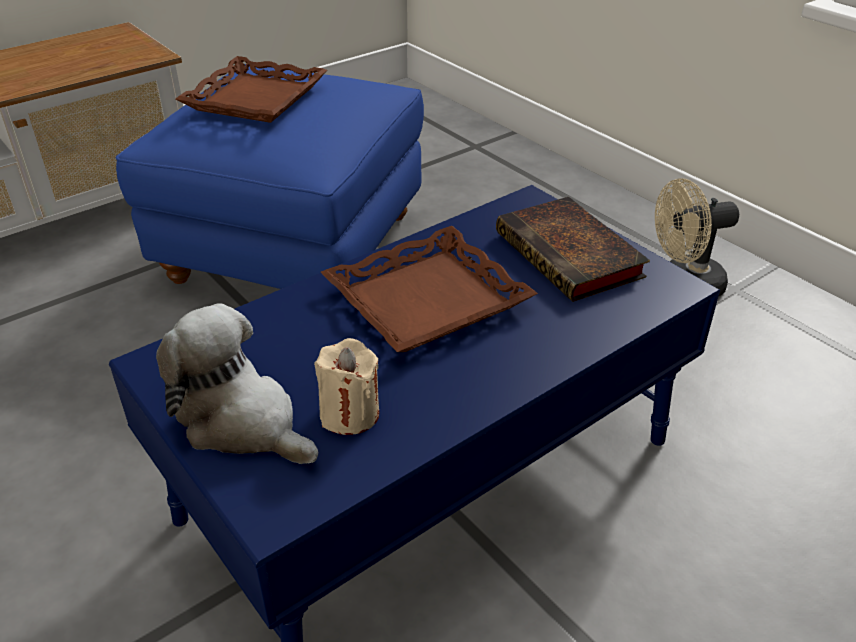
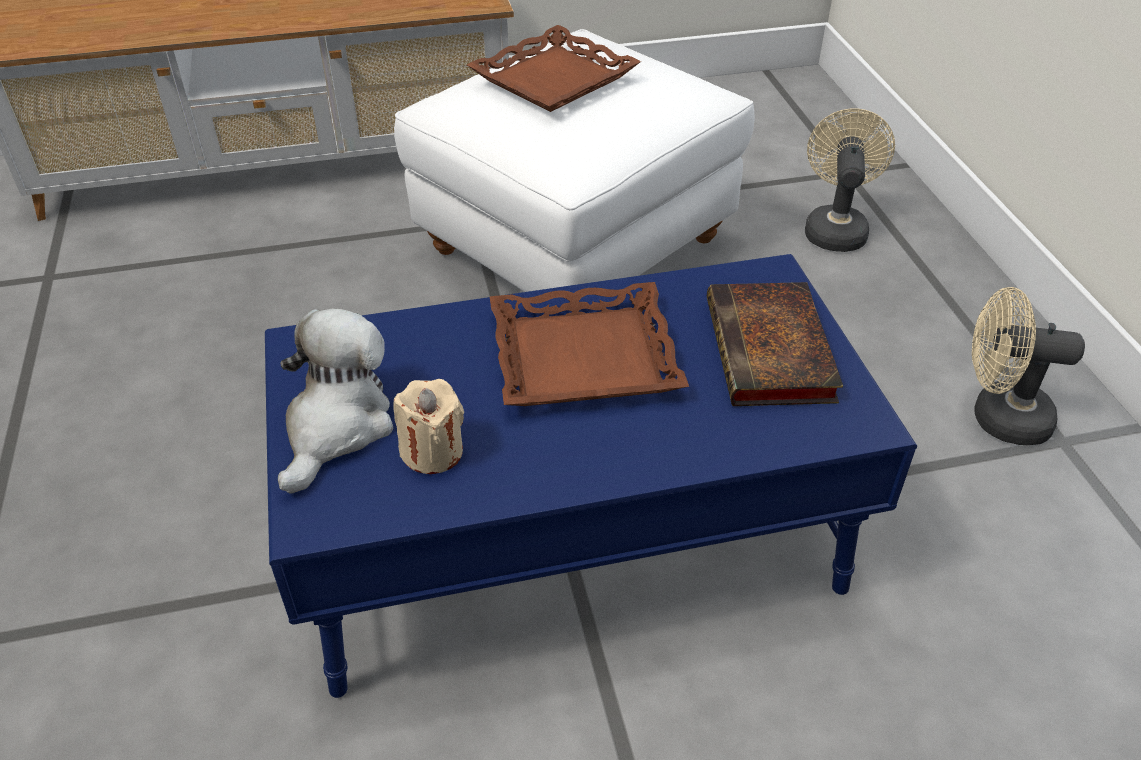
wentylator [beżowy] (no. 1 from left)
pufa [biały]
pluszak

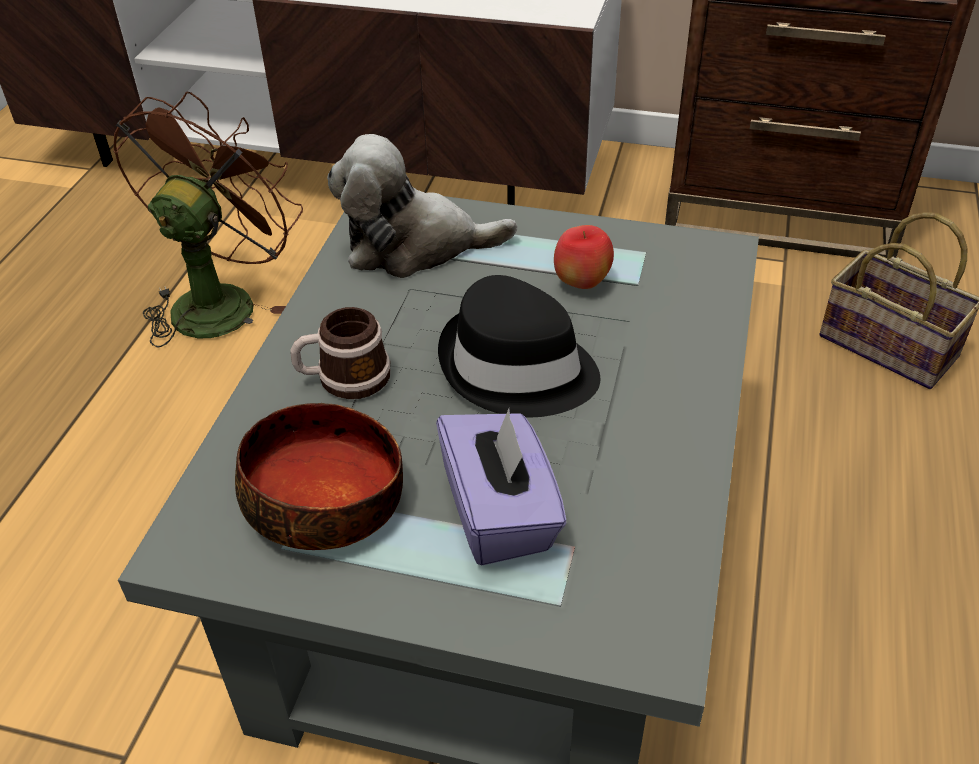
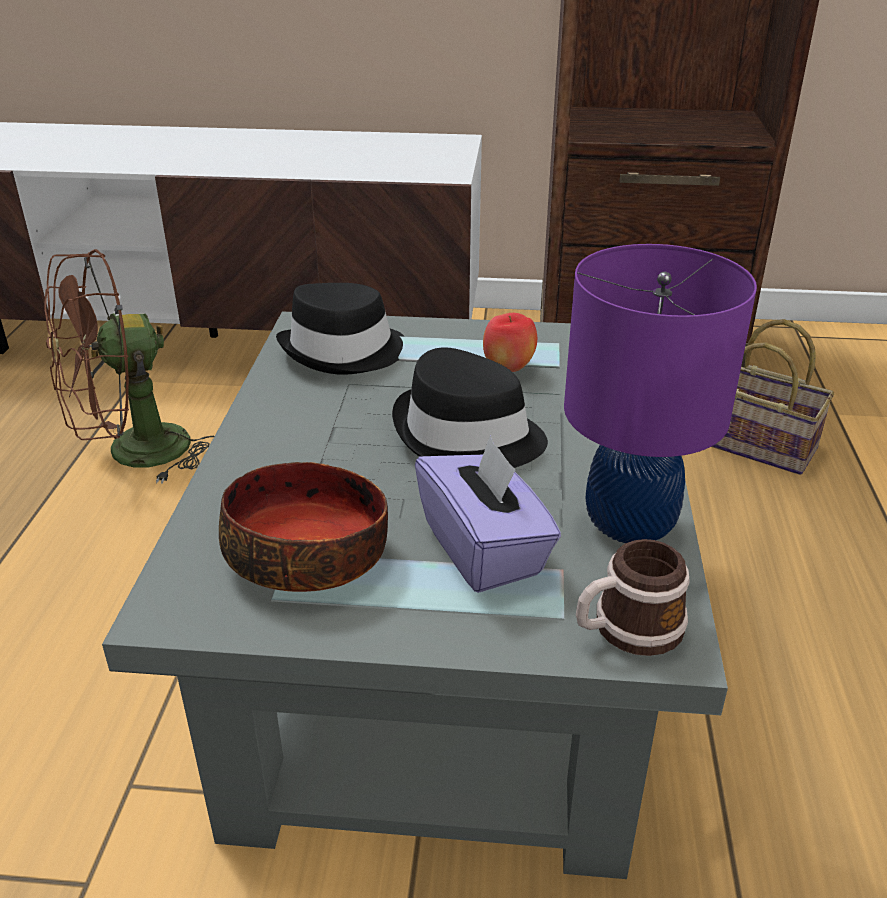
lampa stołowa [fioletowy]
kubek
kapelusz [czarny] (no. 1 from left)
wentylator [brązowy]

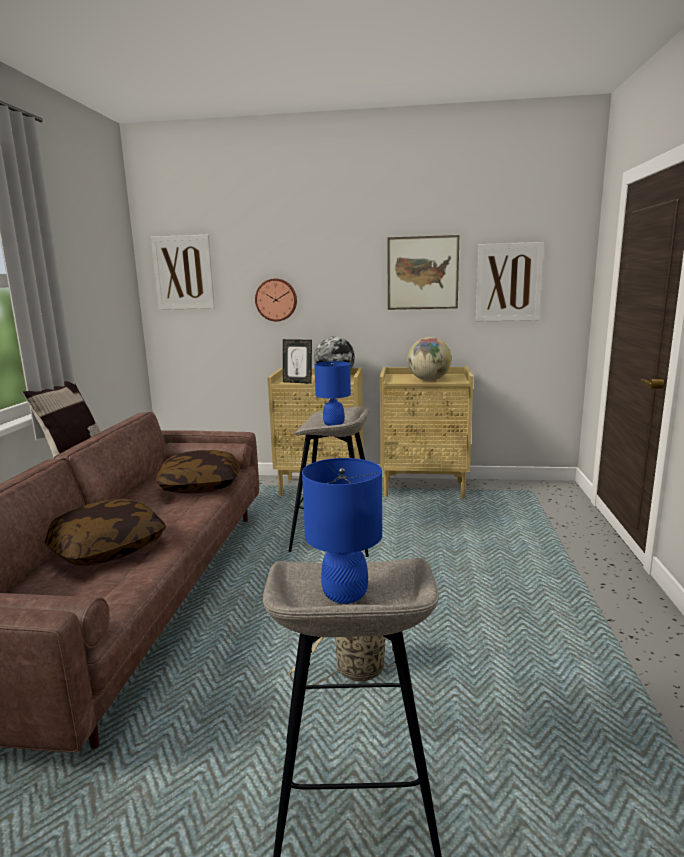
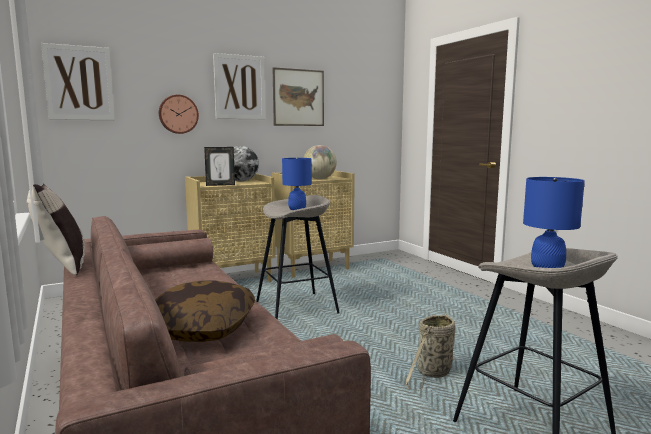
poduszka (no. 3 from left in the first image)
obraz (no. 2 from left)

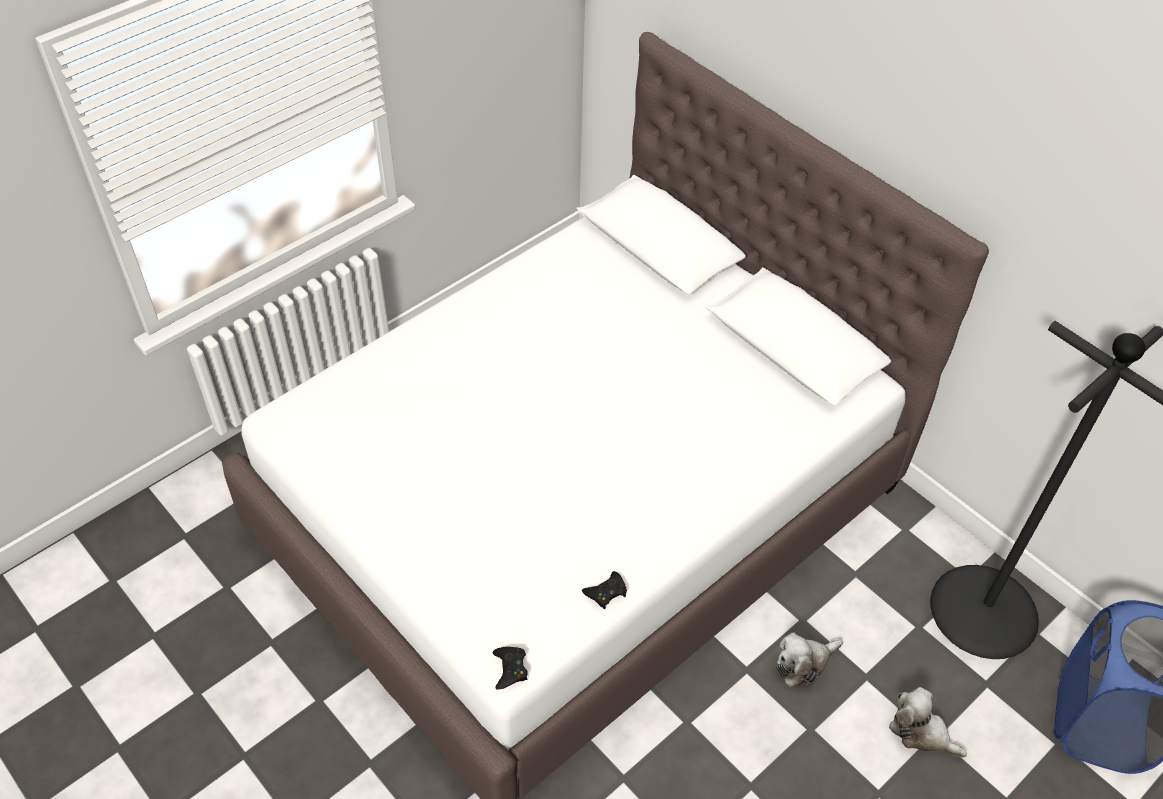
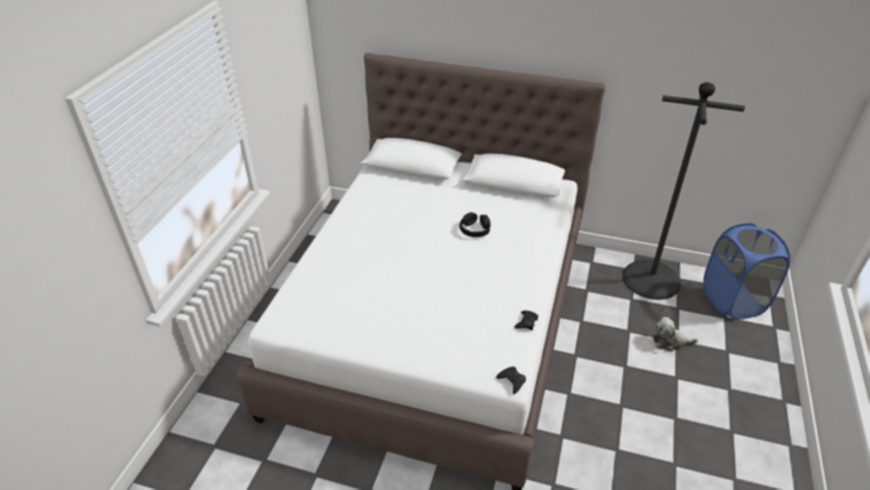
pluszak (no. 1 from left in the first image)
słuchawki [czarny]

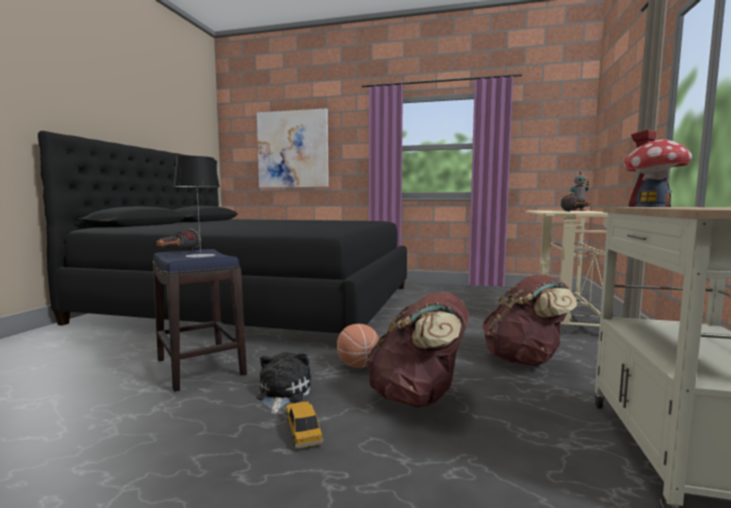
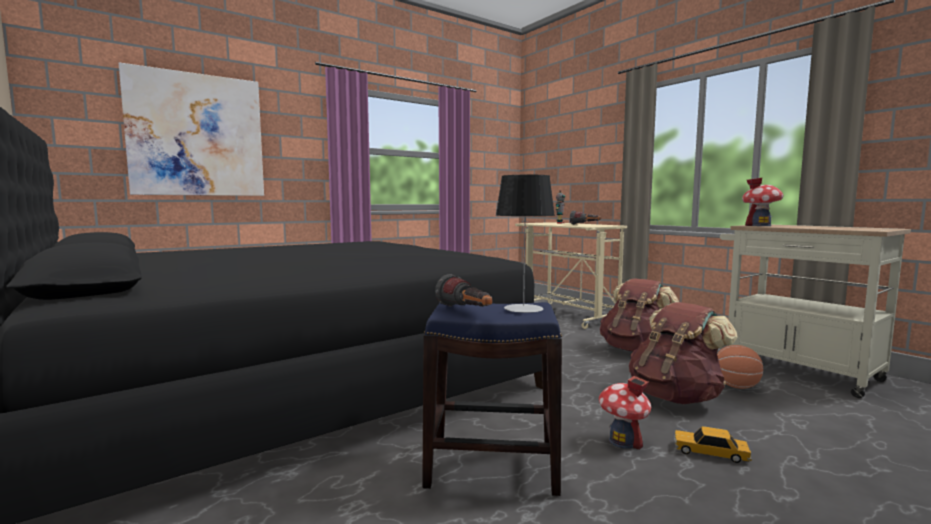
piłka do koszykówki
domek (no. 1 from left)

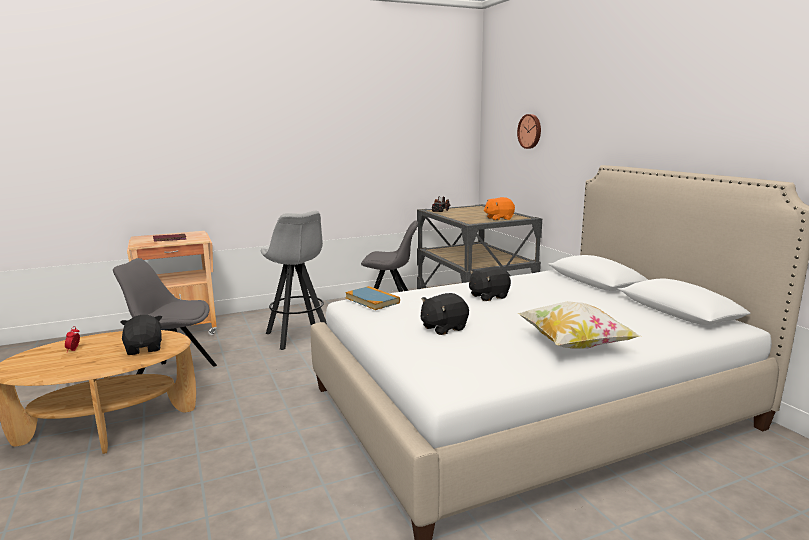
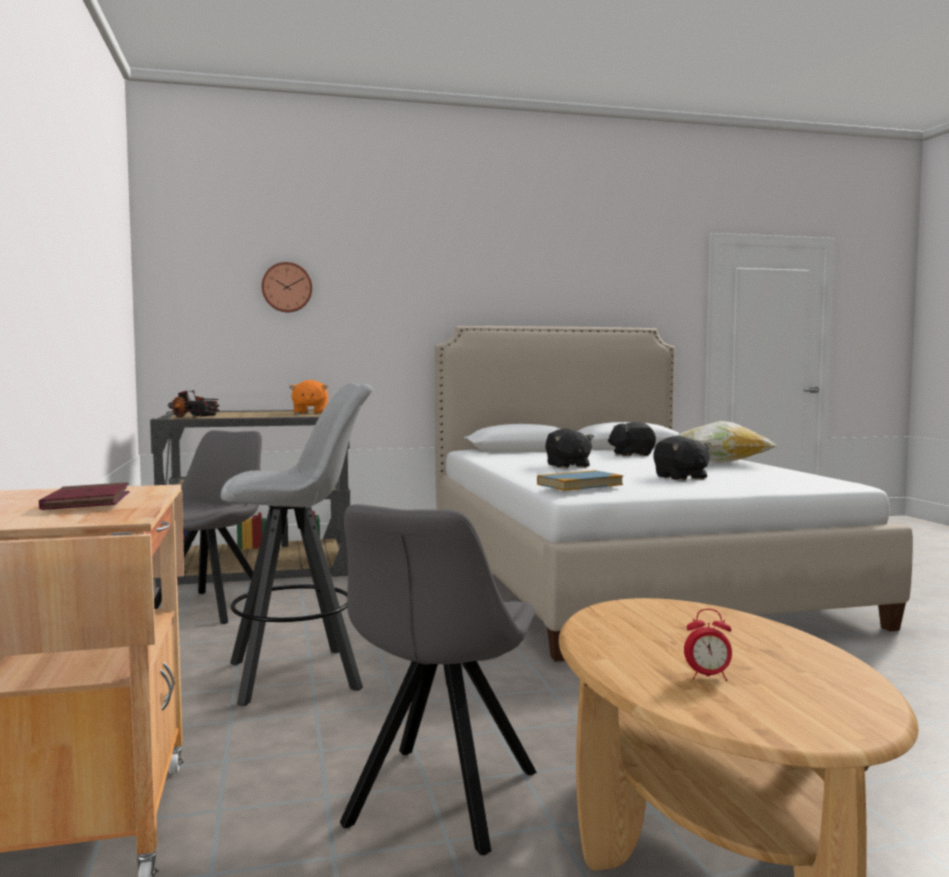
pluszak [czarny] (no. 2 from left)

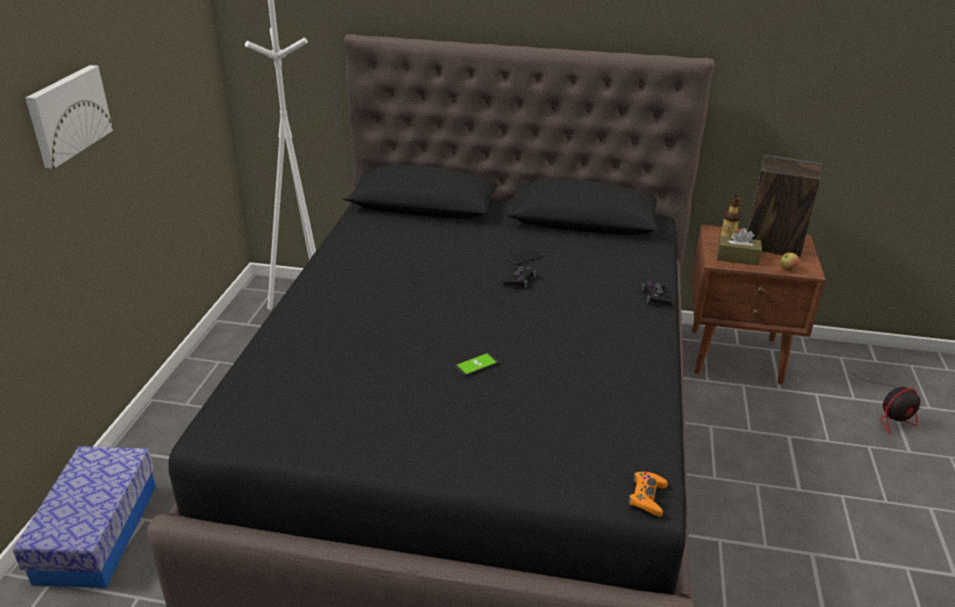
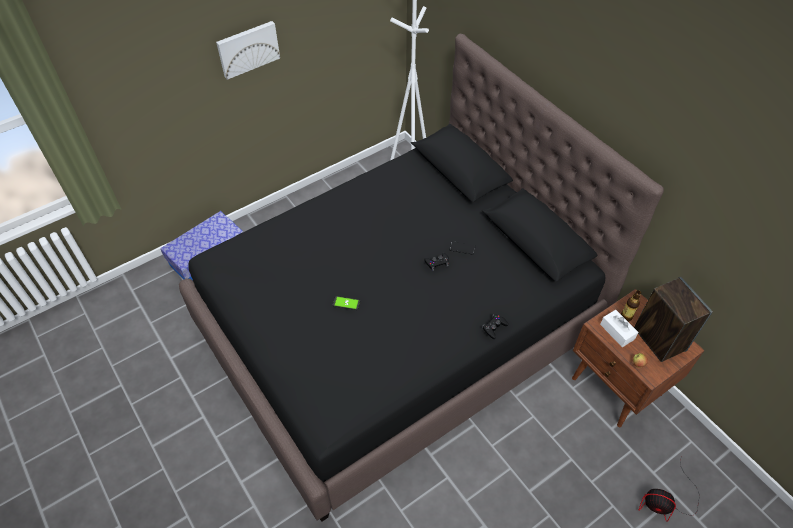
pad do gier [pomarańczowy]
pudełko chusteczek [biały]

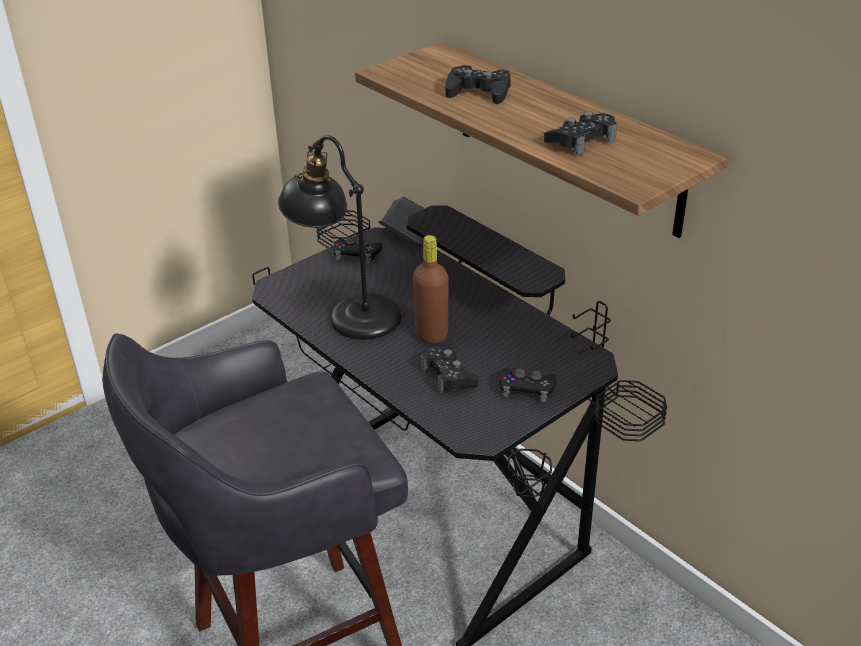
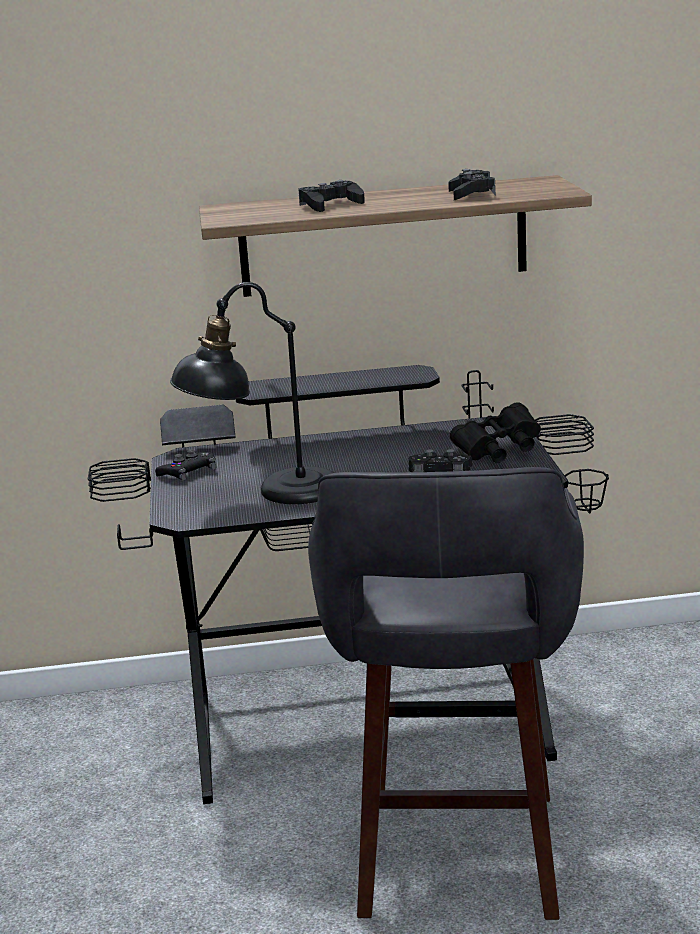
butelka [brązowy]
lornetka [czarny]

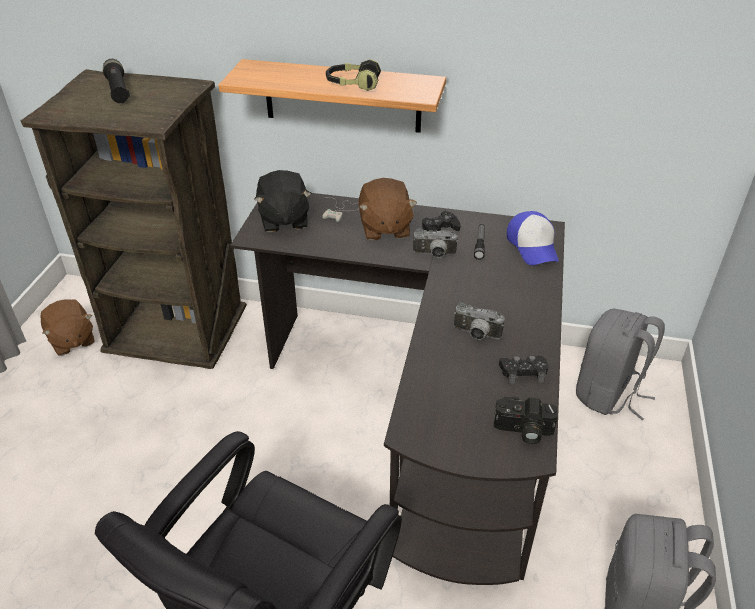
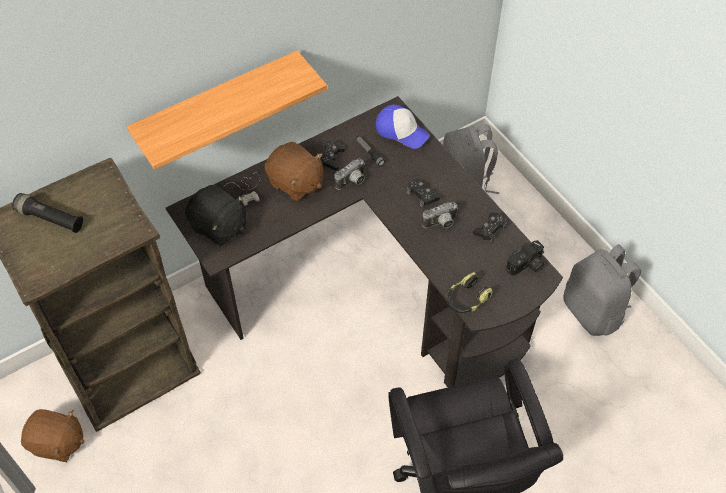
pad do gier [czarny] (no. 2 from left)
słuchawki

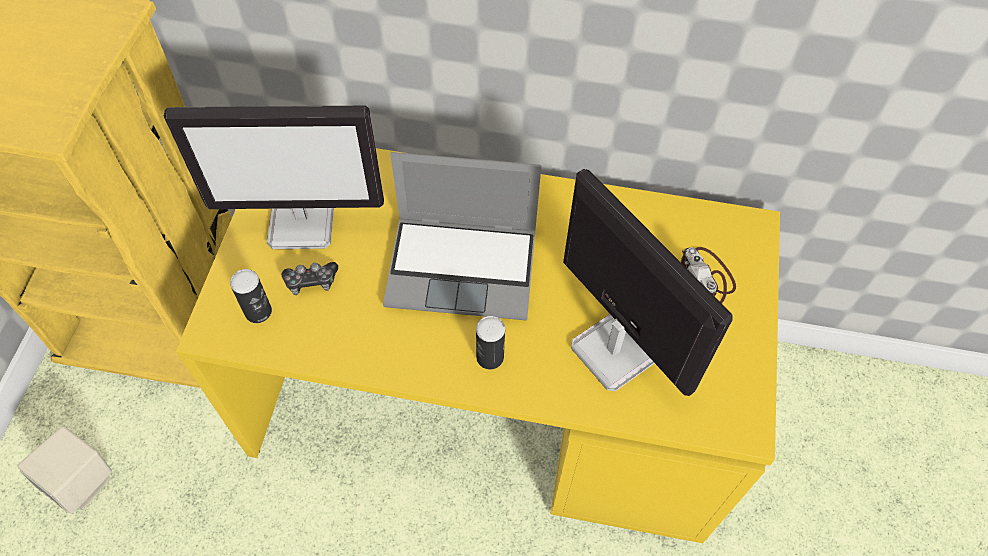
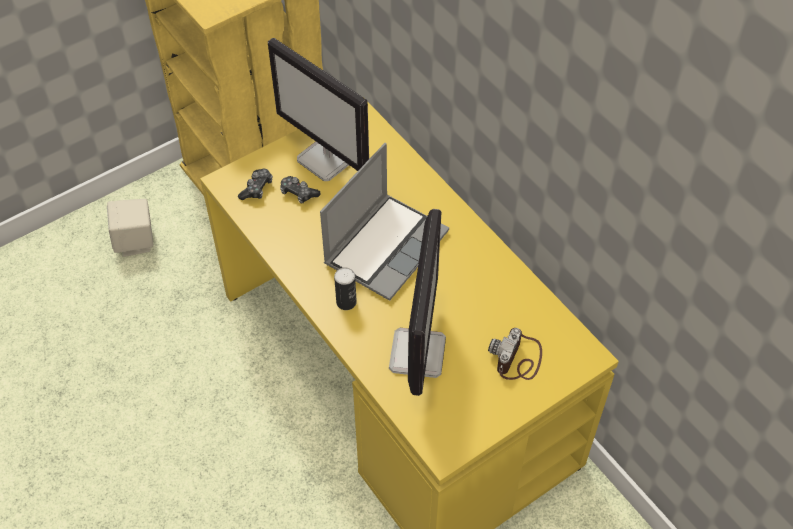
pad do gier (no. 1 from left)
laptop

